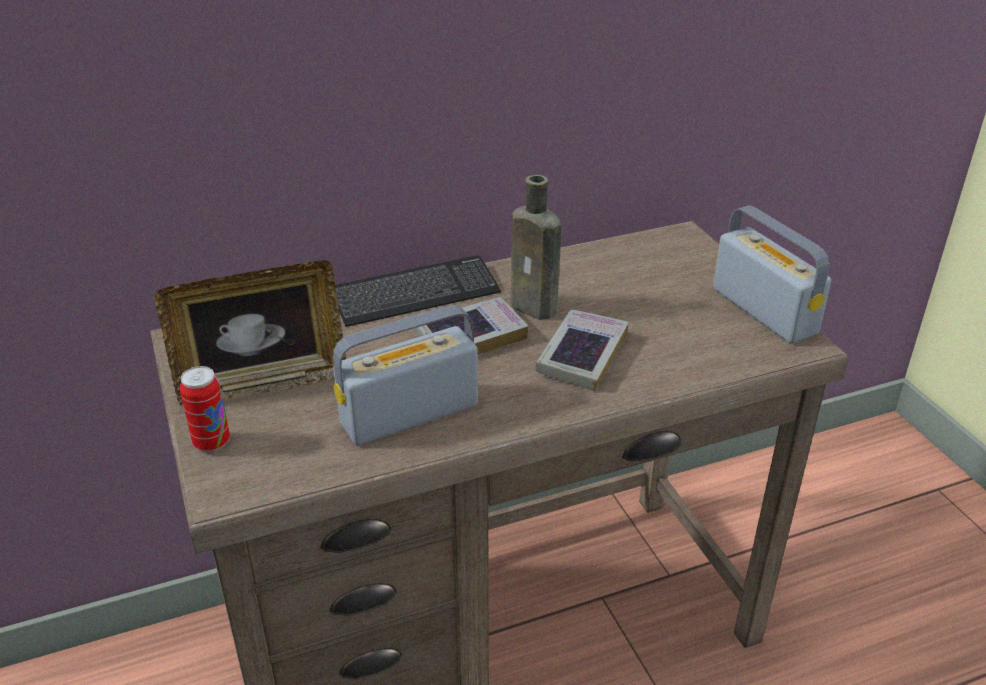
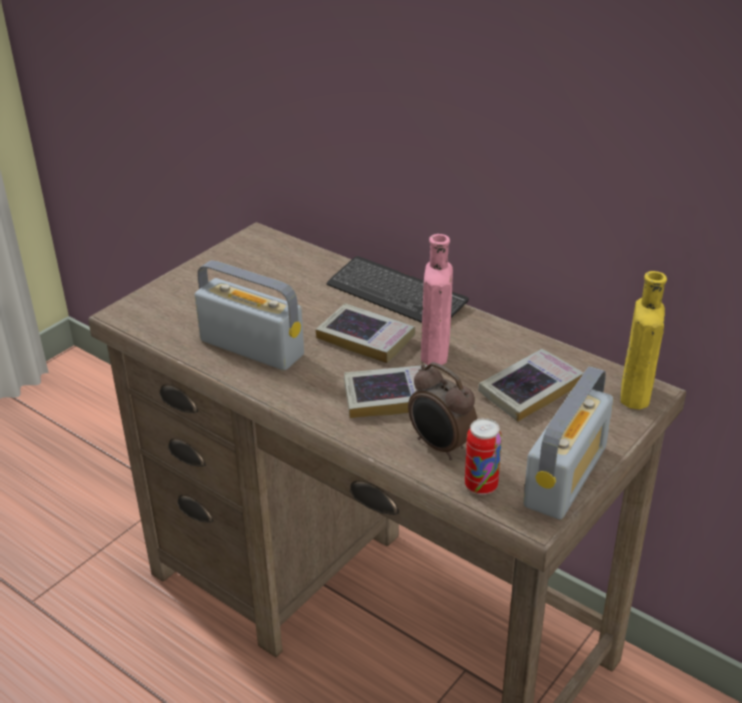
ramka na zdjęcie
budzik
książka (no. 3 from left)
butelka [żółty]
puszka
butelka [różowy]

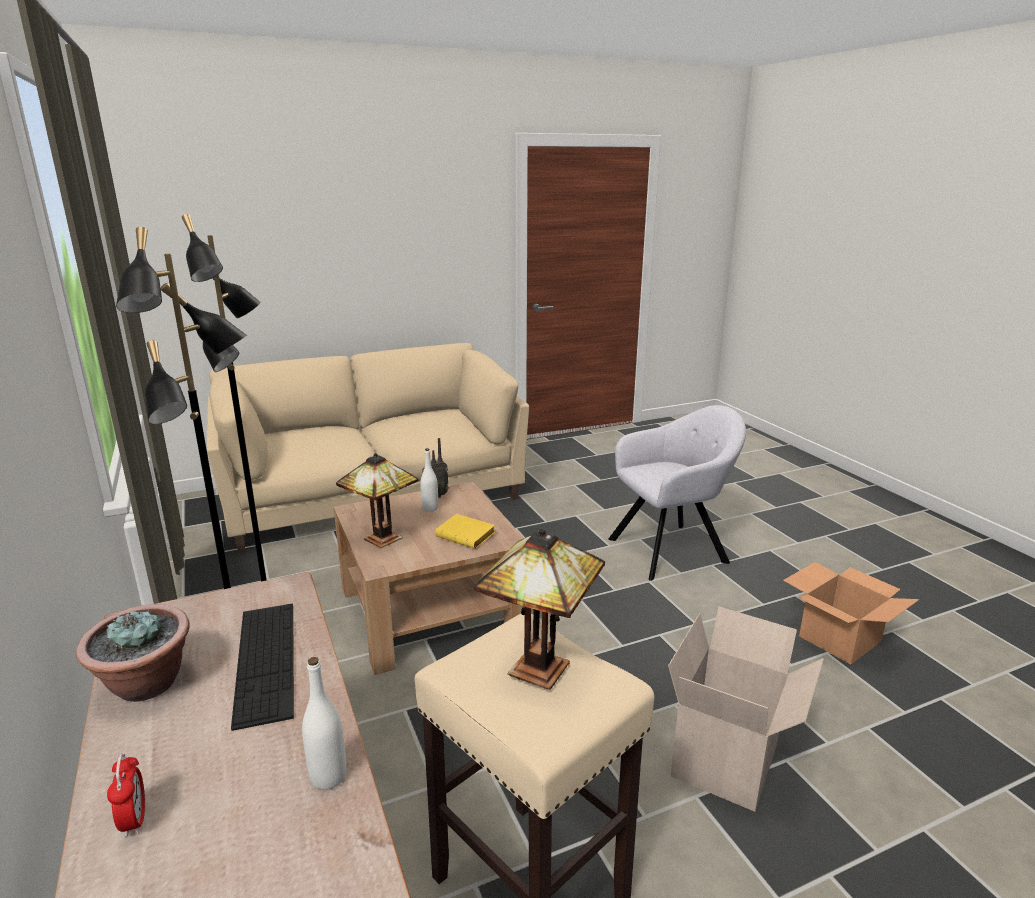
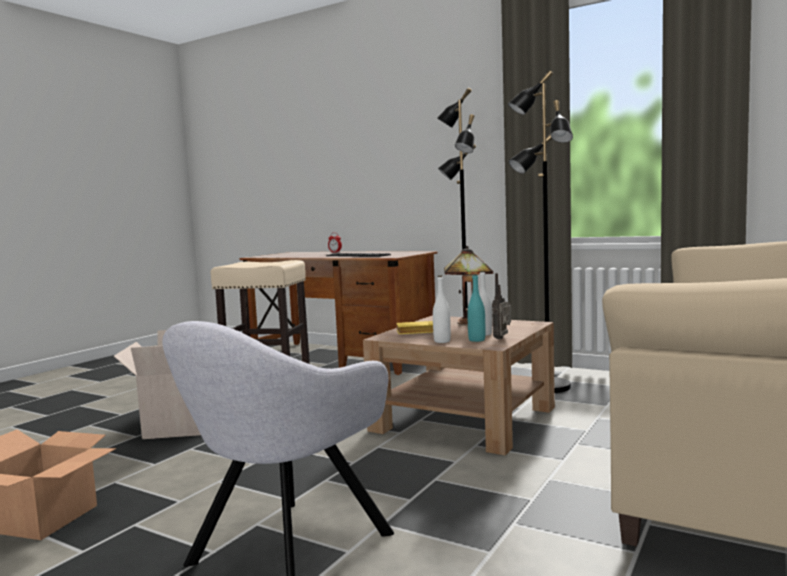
roślina doniczkowa
lampa stołowa (no. 2 from left in the first image)
butelka [turkusowy]
butelka [biały] (no. 1 from left)

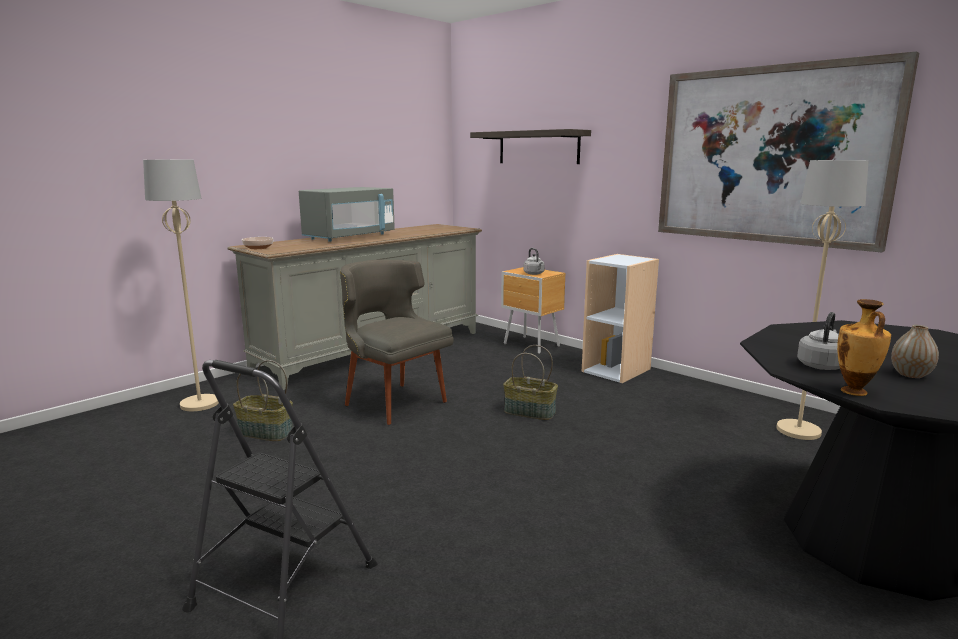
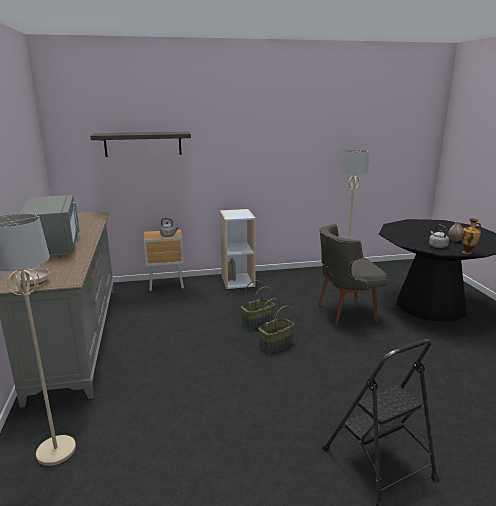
obraz
koszyk (no. 2 from left)
krzesło [szary]

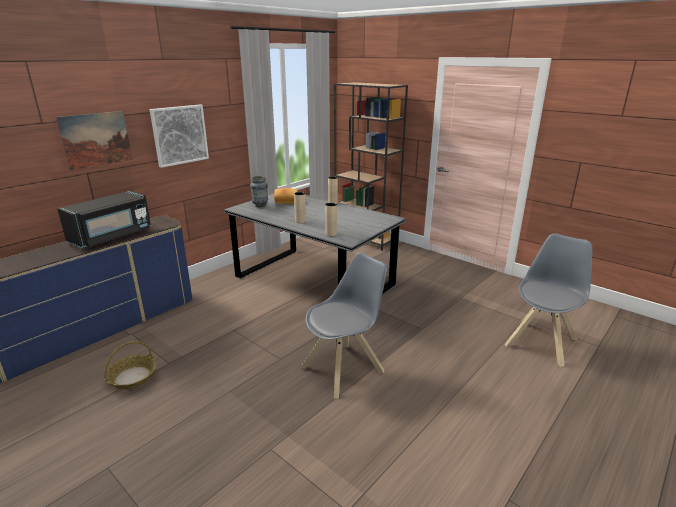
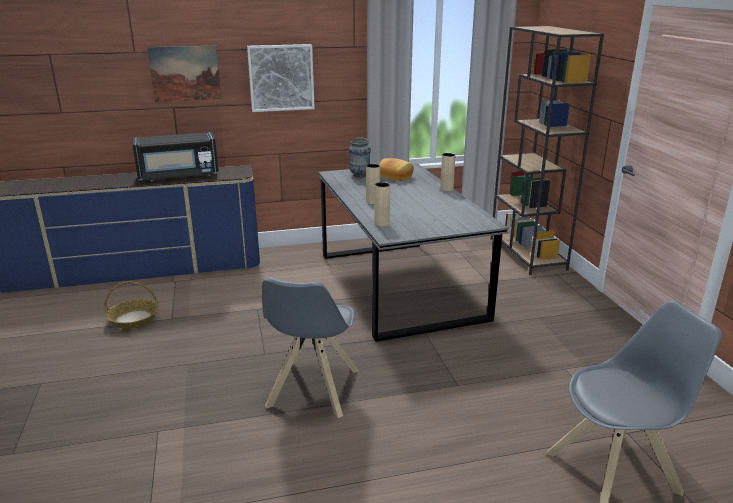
krzesło [szary] (no. 1 from left)

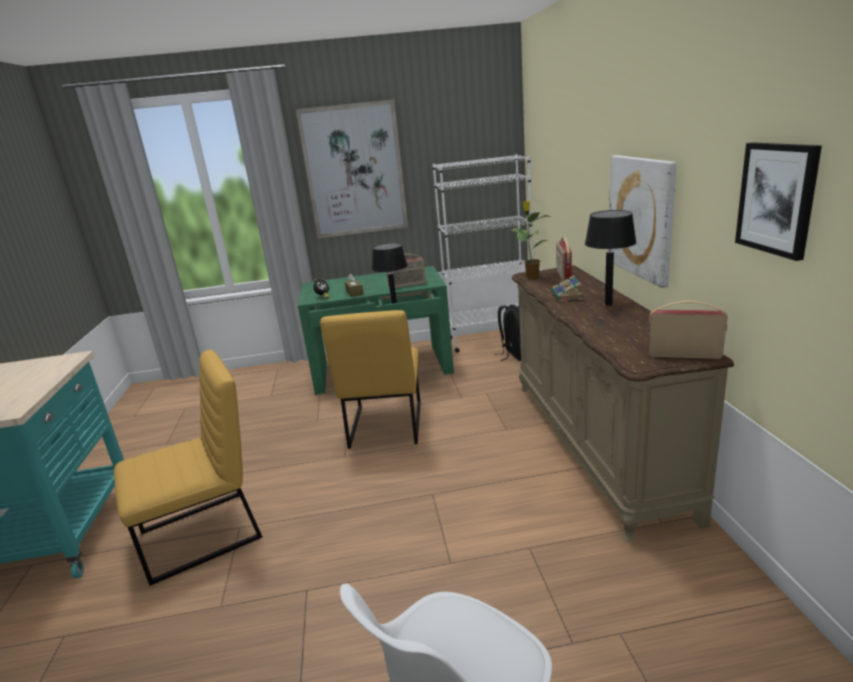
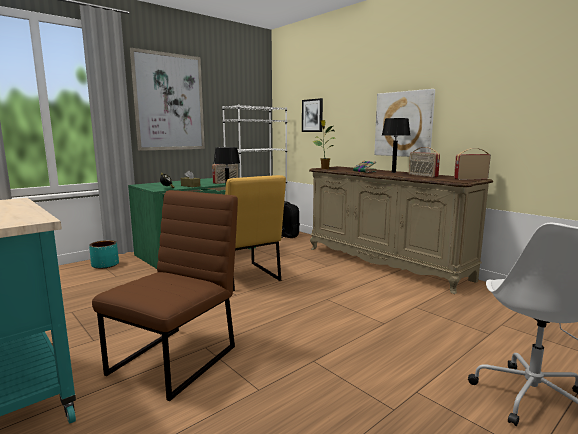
donica [turkusowy]
radio (no. 2 from left)
obraz (no. 2 from left)
krzesło [brązowy]

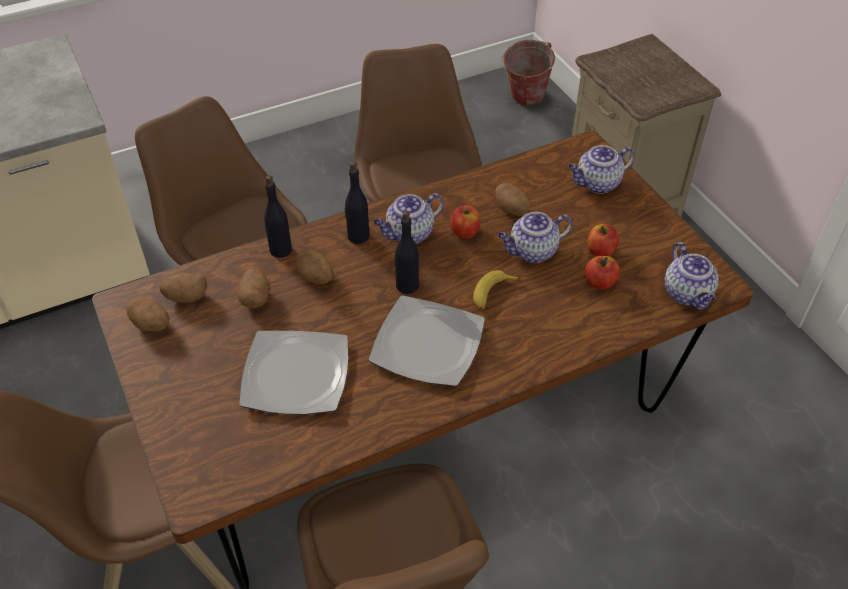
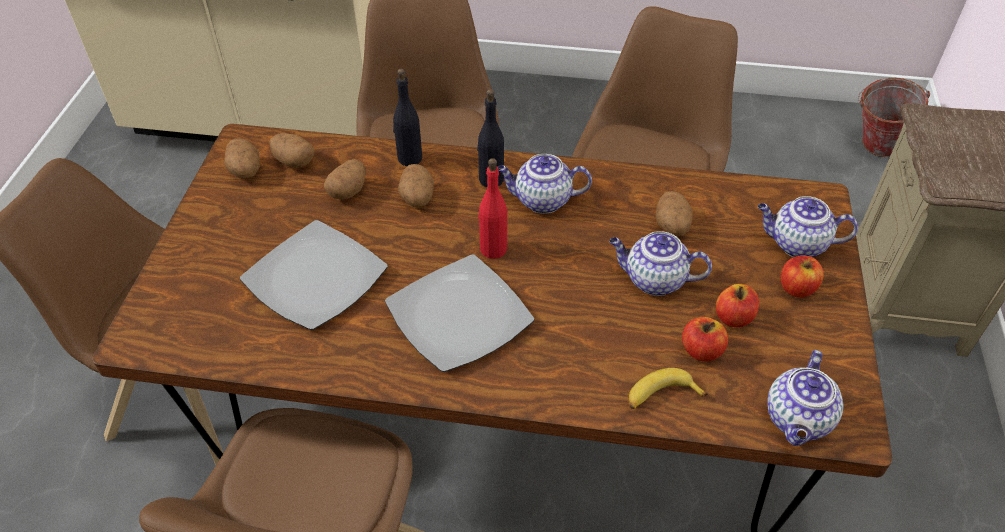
jabłko (no. 3 from left)
banan
butelka [czerwony]

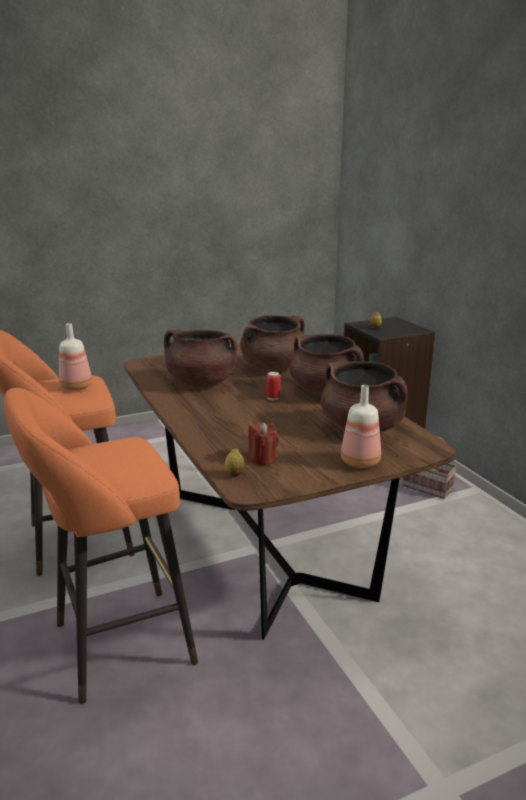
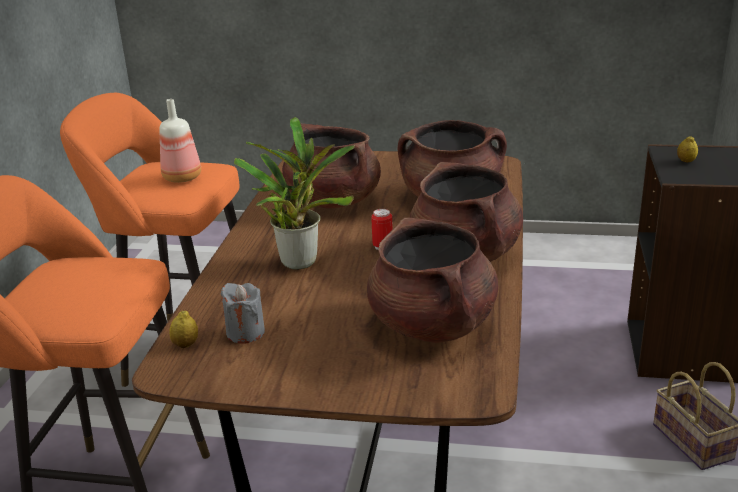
butelka (no. 2 from left in the first image)
roślina doniczkowa
świeca [szary]

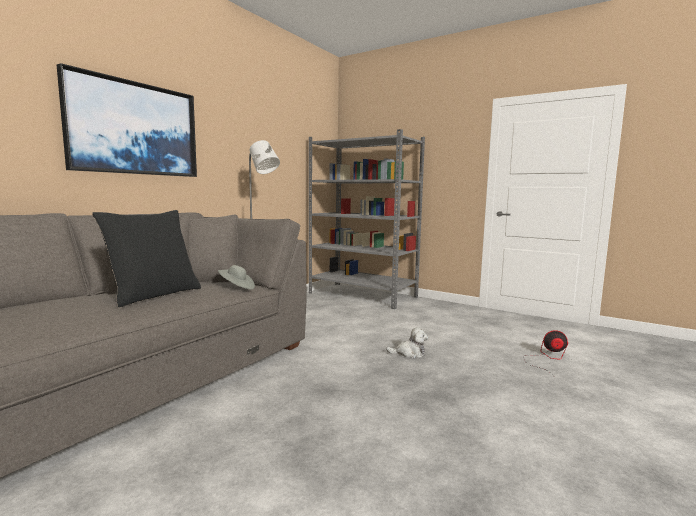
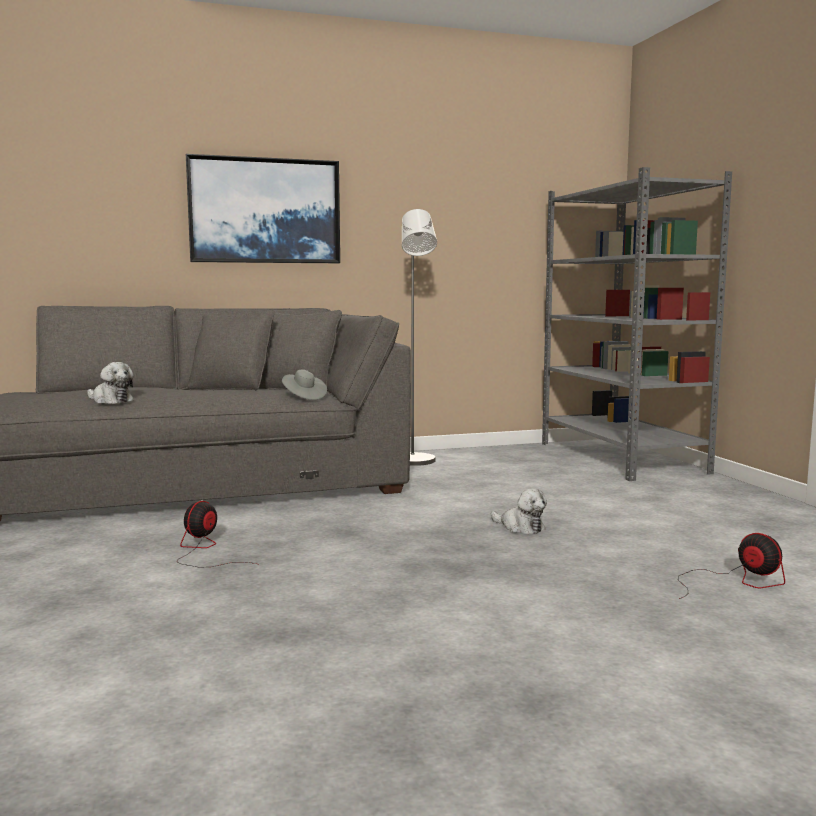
poduszka [czarny]
pluszak (no. 1 from left)
wentylator (no. 1 from left)

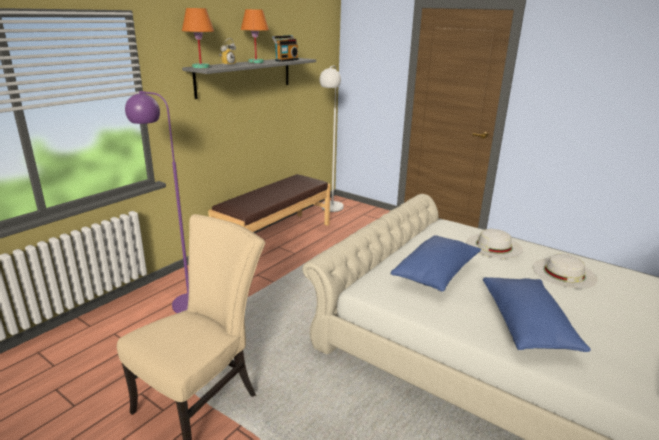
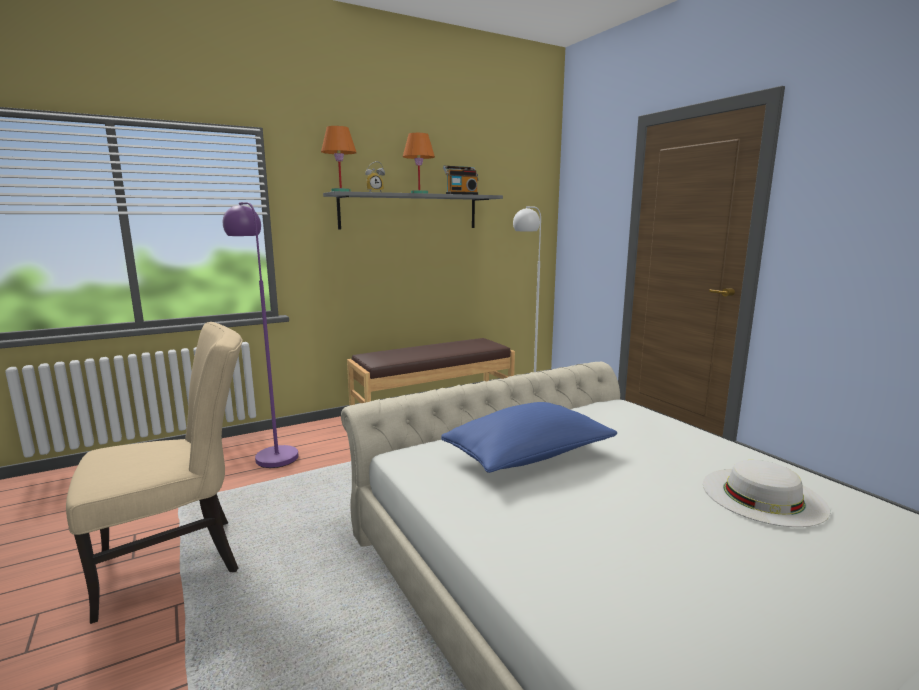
kapelusz [biały] (no. 1 from left in the first image)
poduszka [niebieski] (no. 2 from left in the first image)

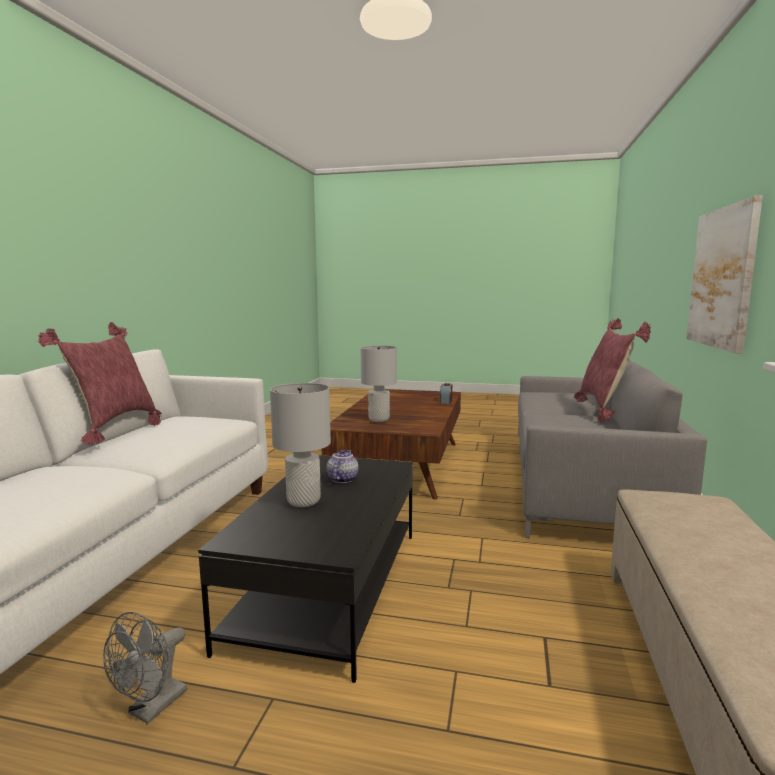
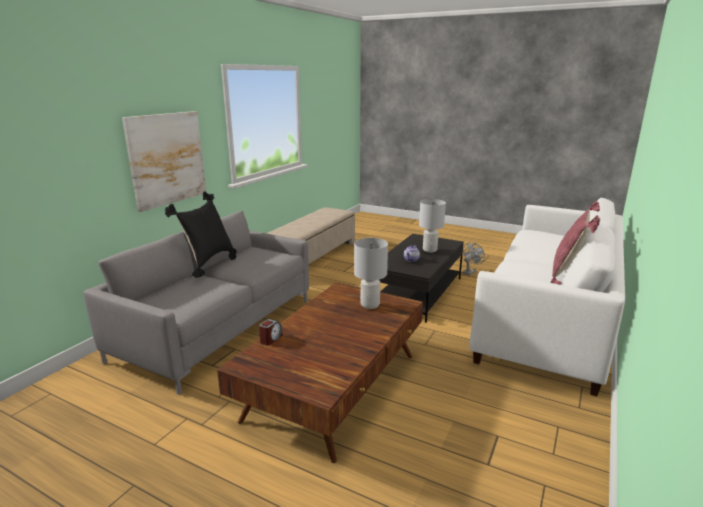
poduszka [czarny]

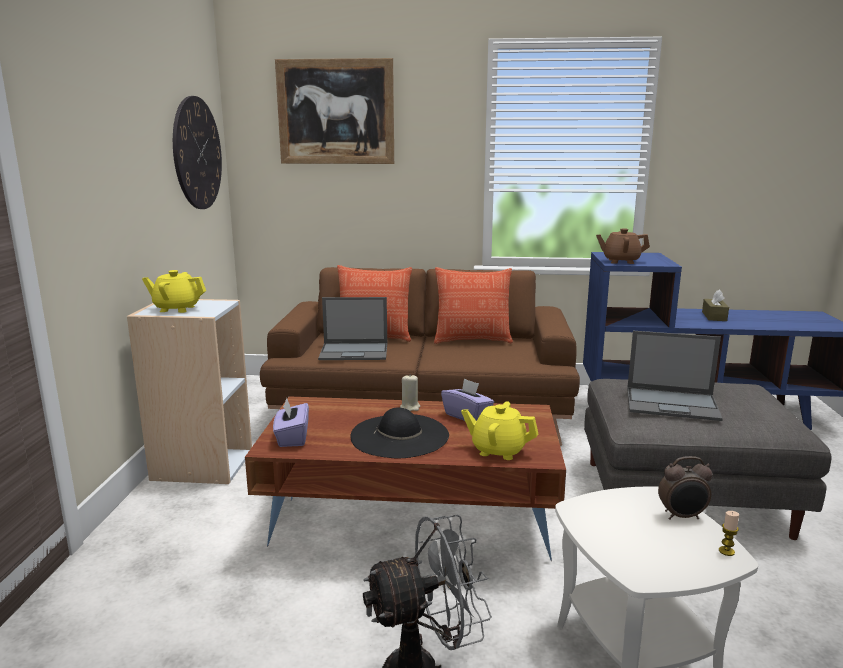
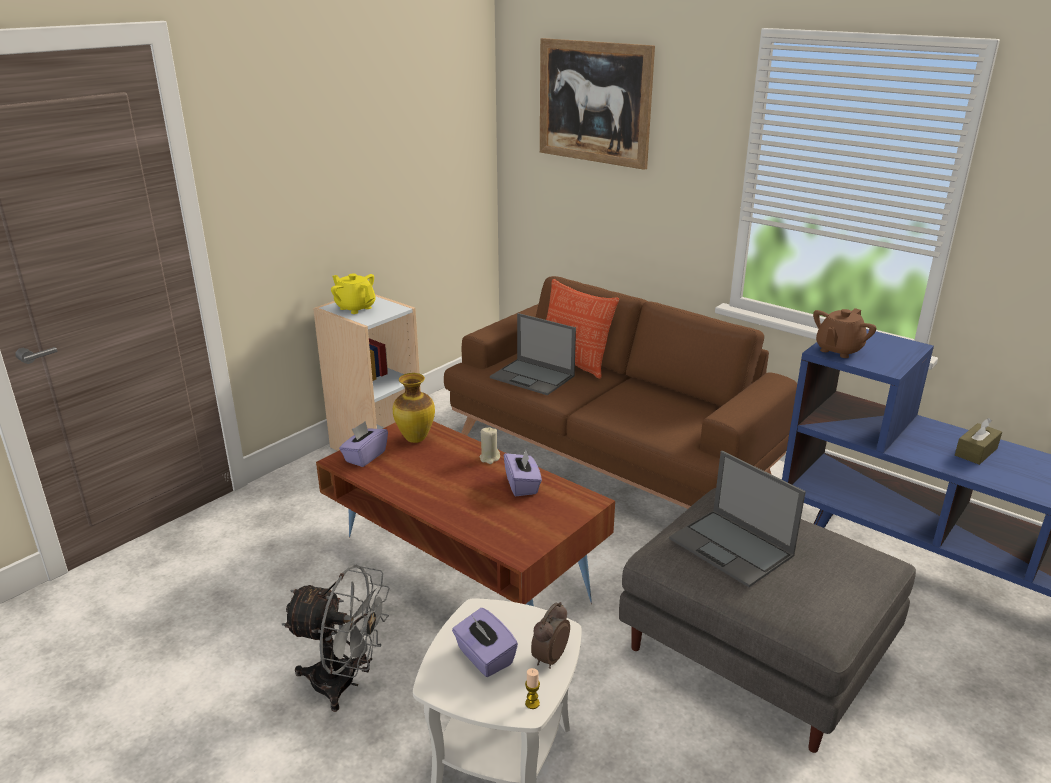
zegar ścienny
kapelusz [czarny]
poduszka [pomarańczowy] (no. 2 from left in the first image)
imbryk [żółty] (no. 2 from left in the first image)
wazon
pudełko chusteczek [fioletowy] (no. 2 from left)
imbryk [brązowy]
budzik

